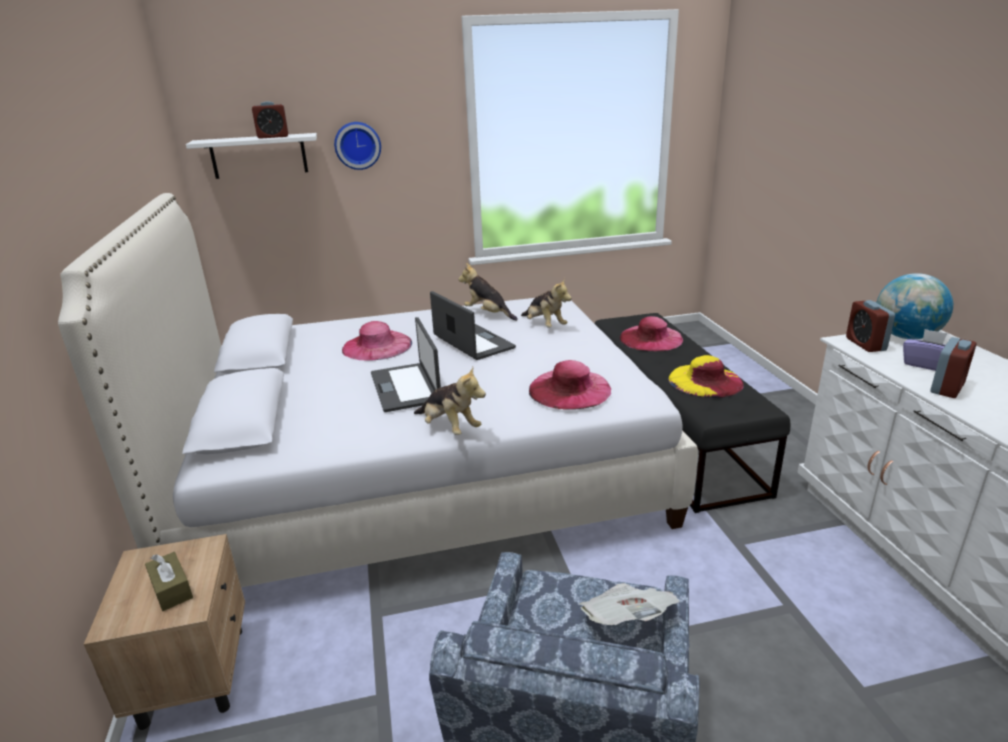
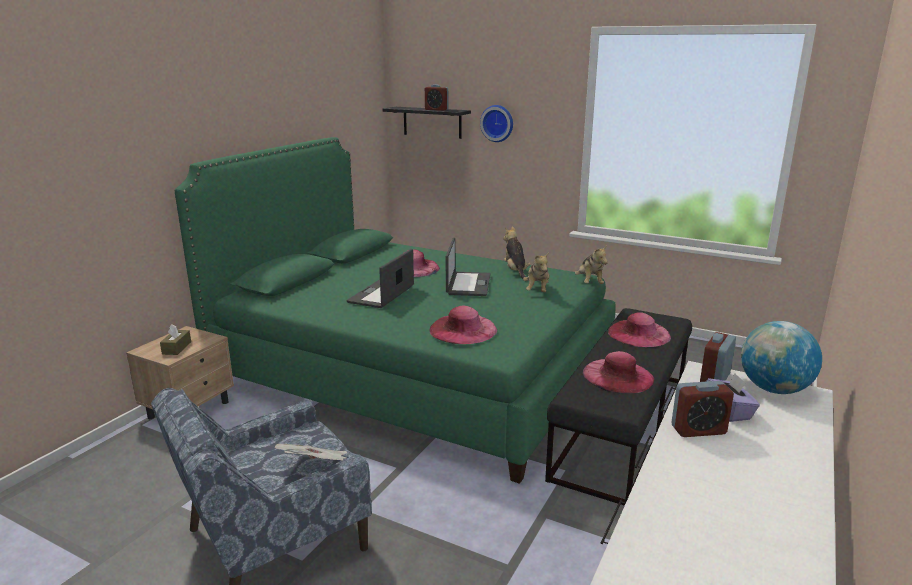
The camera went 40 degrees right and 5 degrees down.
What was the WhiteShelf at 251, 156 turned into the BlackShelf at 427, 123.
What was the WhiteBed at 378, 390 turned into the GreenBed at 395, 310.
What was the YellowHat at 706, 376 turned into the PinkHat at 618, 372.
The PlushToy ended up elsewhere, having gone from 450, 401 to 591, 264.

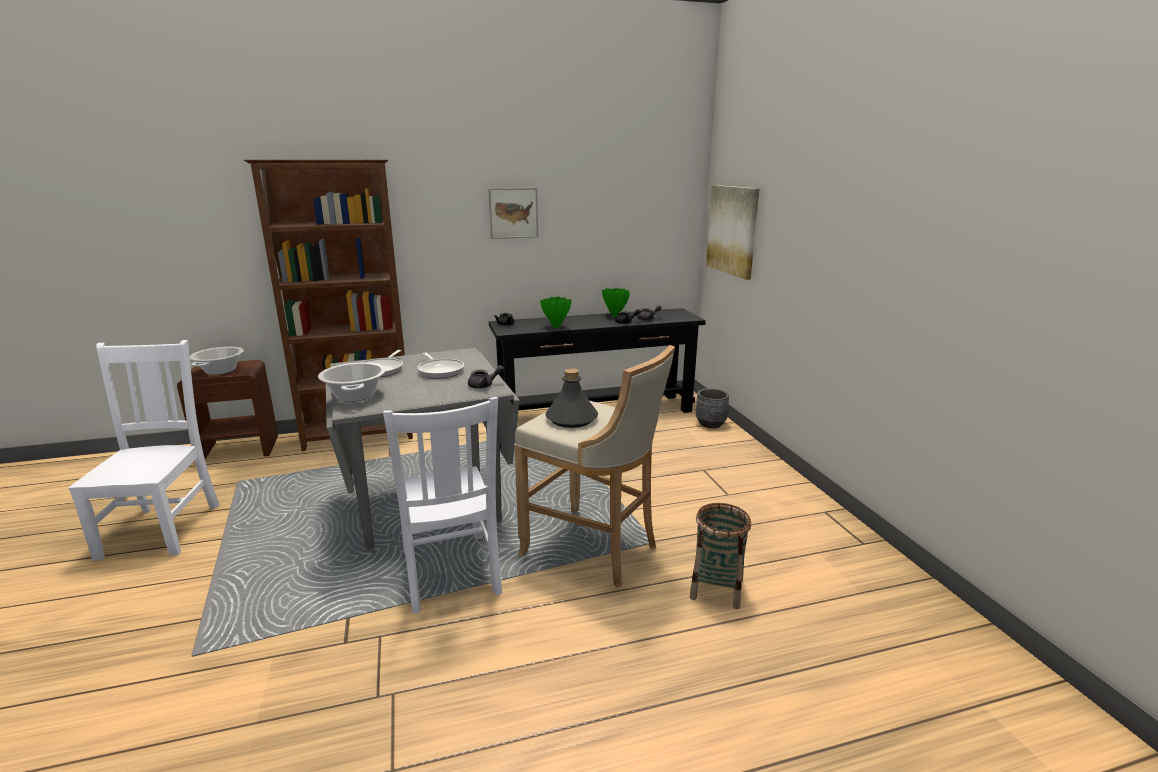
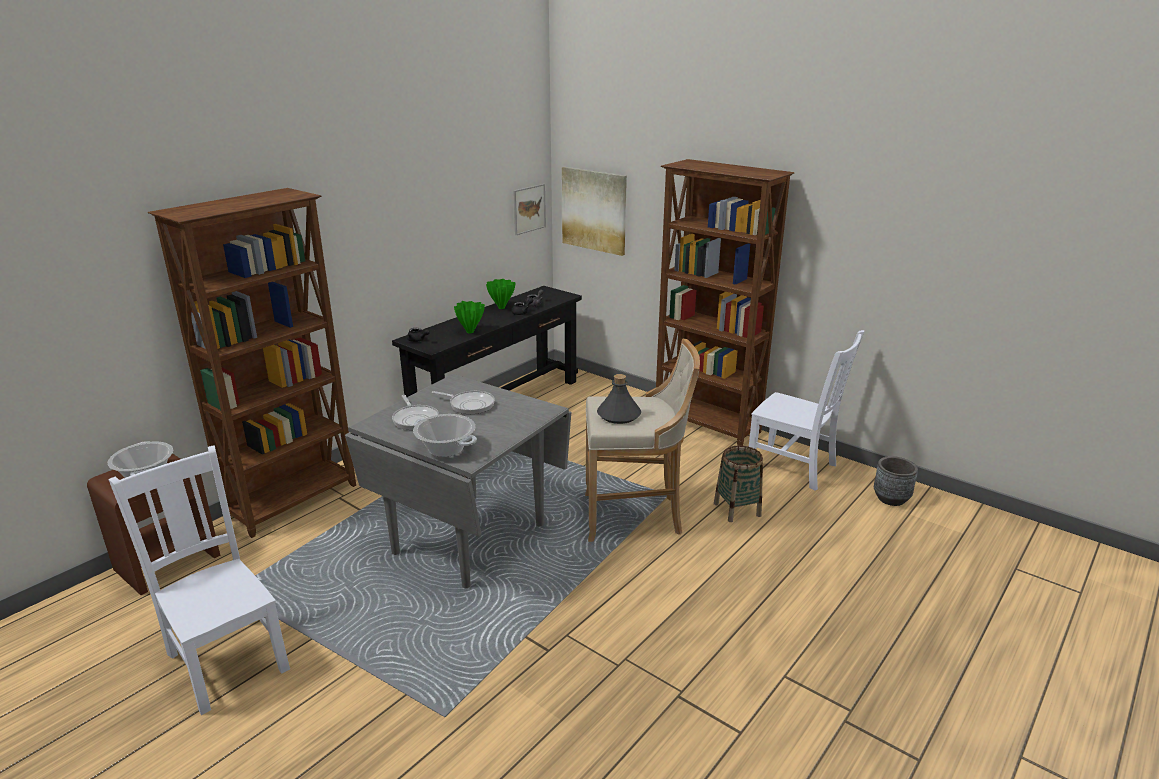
The camera went 35 degrees left and 5 degrees up.
The Picture ended up elsewhere, having gone from 513, 213 to 529, 209.
The second view lost the GreyTeapot at 486, 377.
The GreyPlanter ended up elsewhere, having gone from 712, 408 to 896, 481.
The WhiteChair ended up elsewhere, having gone from 442, 505 to 806, 410.
The second view gained the BrownBookcase at 725, 302.

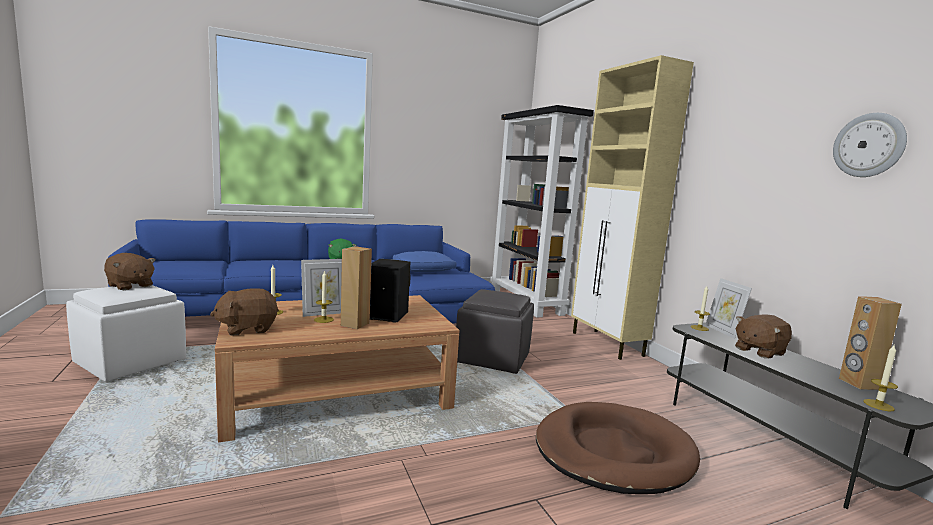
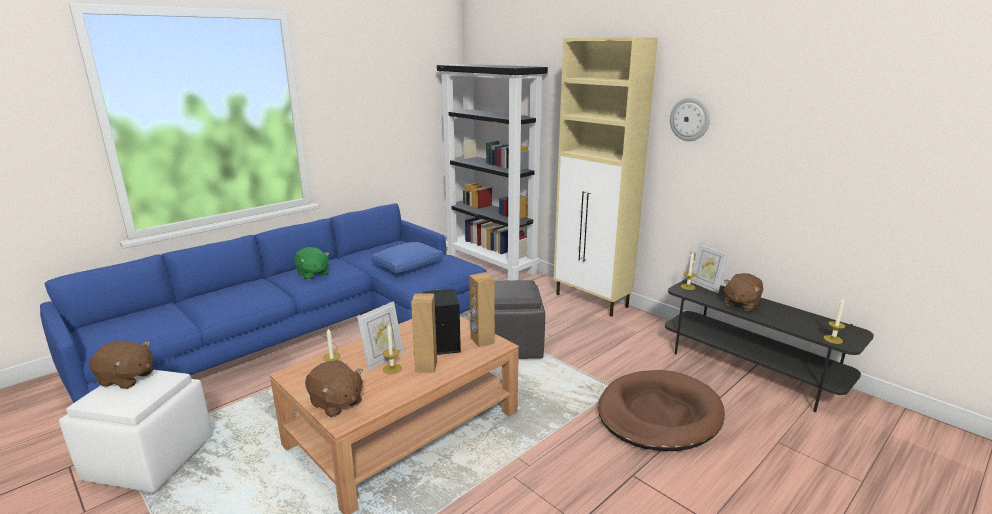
The camera went 20 degrees left and 10 degrees up.
The WallClock ended up elsewhere, having gone from 870, 145 to 690, 119.
The BrownPlushToy at 244, 312 ended up facing another way, 90 degrees counterclockwise from before.
The BrownSpeaker ended up elsewhere, having gone from 870, 343 to 482, 309.

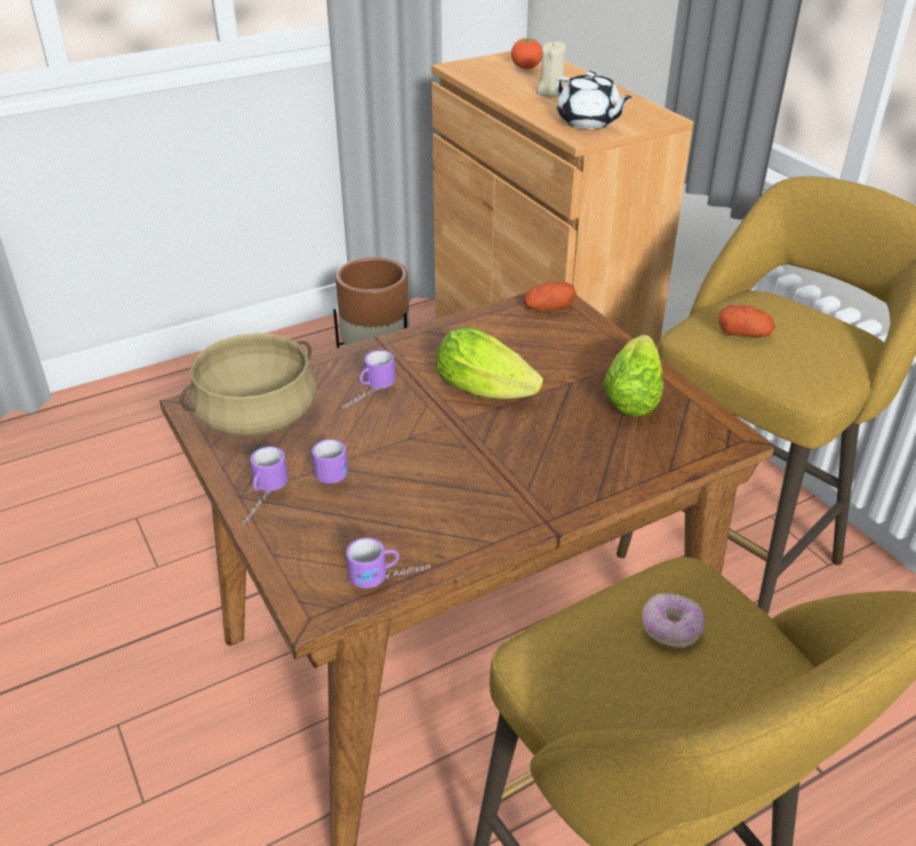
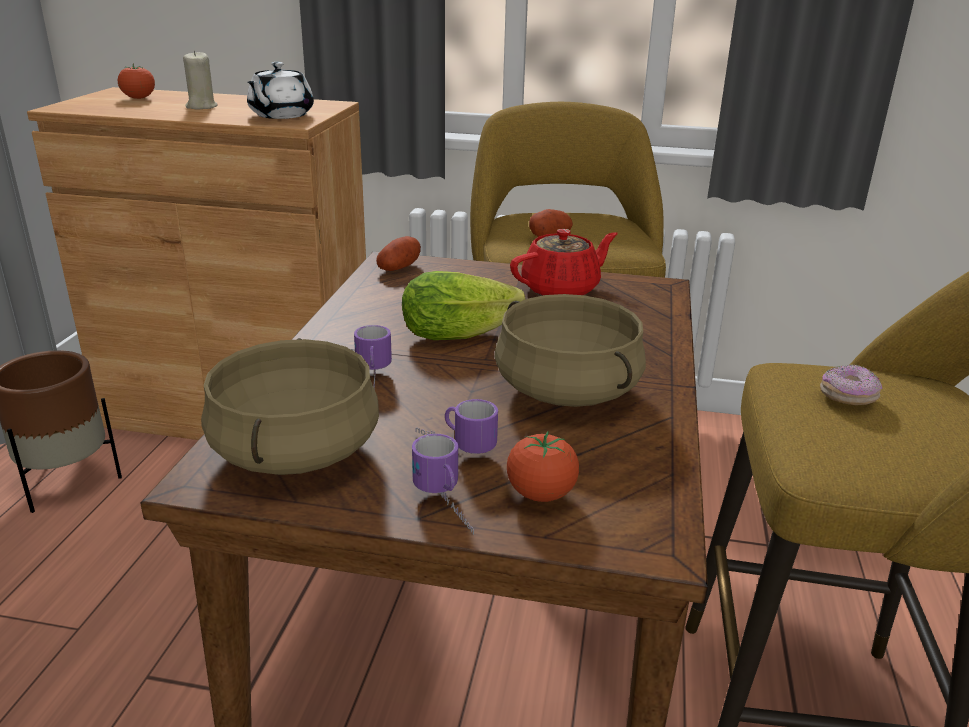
The camera went 50 degrees left and 10 degrees down.
The WhiteTeapot at 594, 100 ended up facing another way, 105 degrees clockwise from before.
Where the Lettuce stood at 633, 376, the RedTeapot came to stand at 564, 262.
The second view lost the Mug at 388, 562.
The second view gained the BeigeCookingPot at 570, 350.
The second view gained the Tomato at 543, 466.

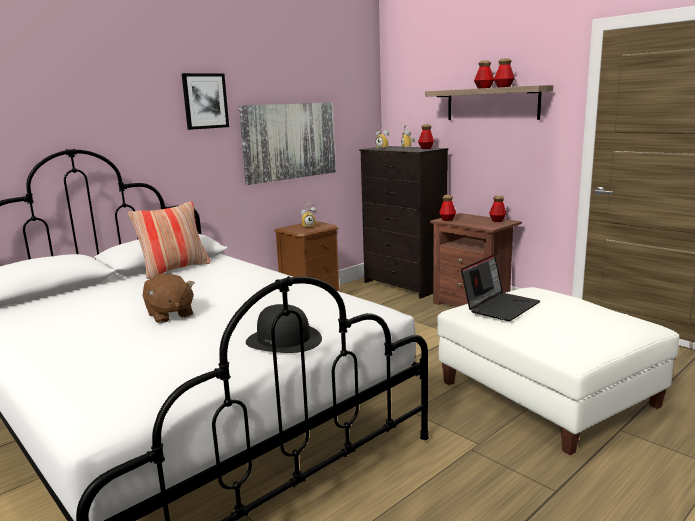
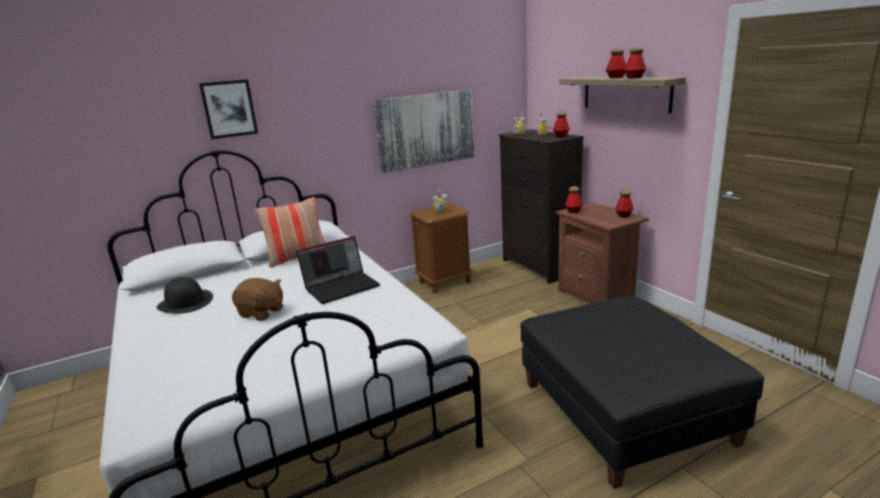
The camera went 15 degrees right and 5 degrees up.
The Picture ended up elsewhere, having gone from 205, 101 to 228, 109.
The Laptop ended up elsewhere, having gone from 500, 287 to 338, 270.
The BrownPlushToy at 168, 298 ended up facing another way, 45 degrees counterclockwise from before.
What was the WhiteOttoman at 558, 371 turned into the BlackOttoman at 642, 392.
The BlackHat ended up elsewhere, having gone from 284, 328 to 185, 295.

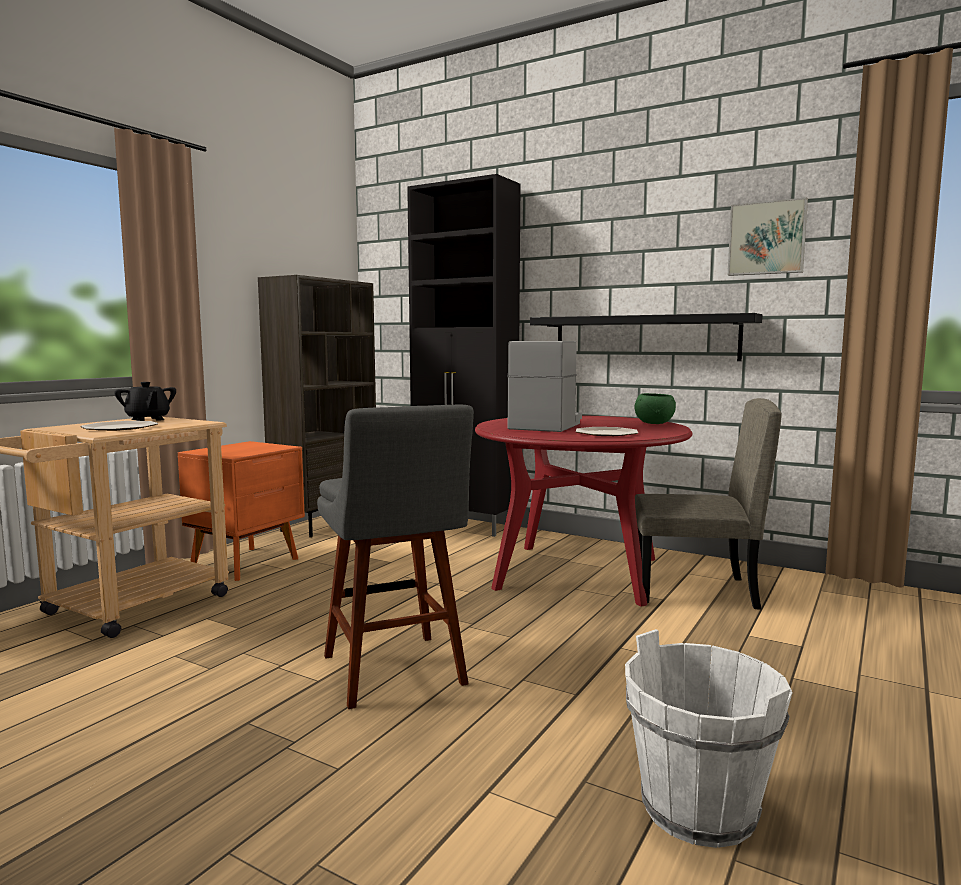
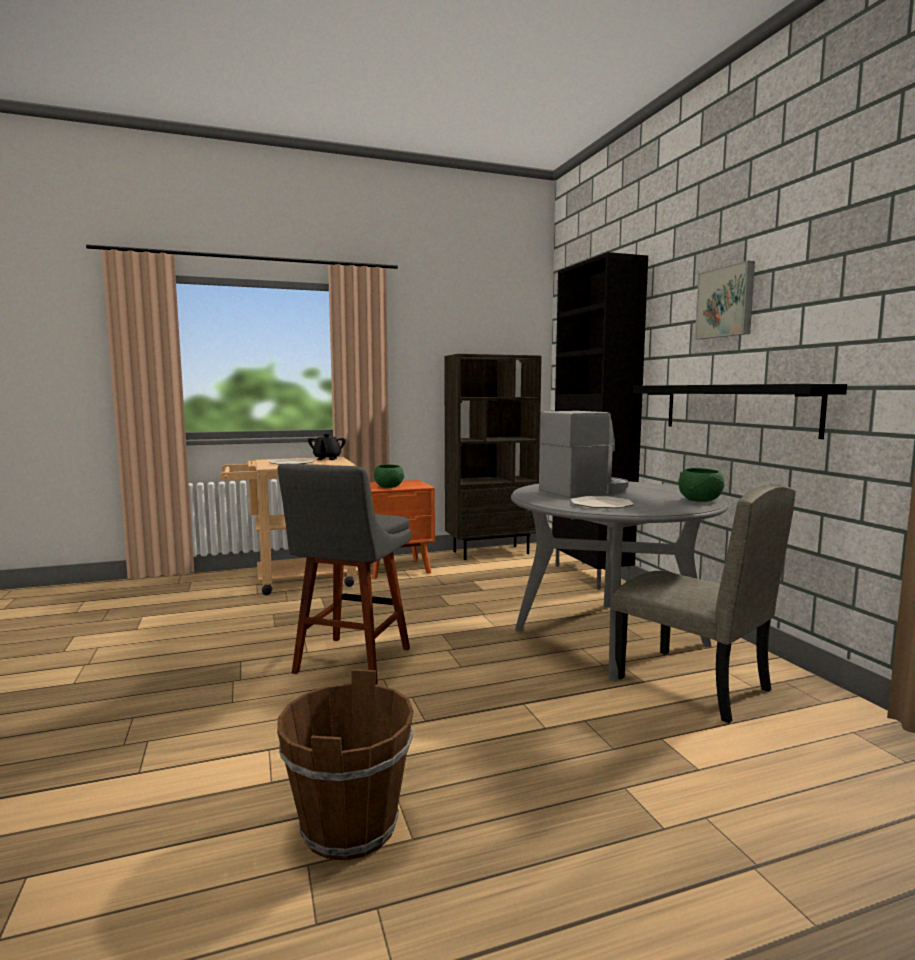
The camera went 40 degrees right and 0 degrees up.
The Picture ended up elsewhere, having gone from 768, 236 to 725, 300.
What was the RedDiningTable at 583, 510 turned into the GreyDiningTable at 619, 581.
What was the WhiteBucket at 709, 738 turned into the BrownBucket at 345, 764.
The second view gained the GreenBowl at 389, 476.

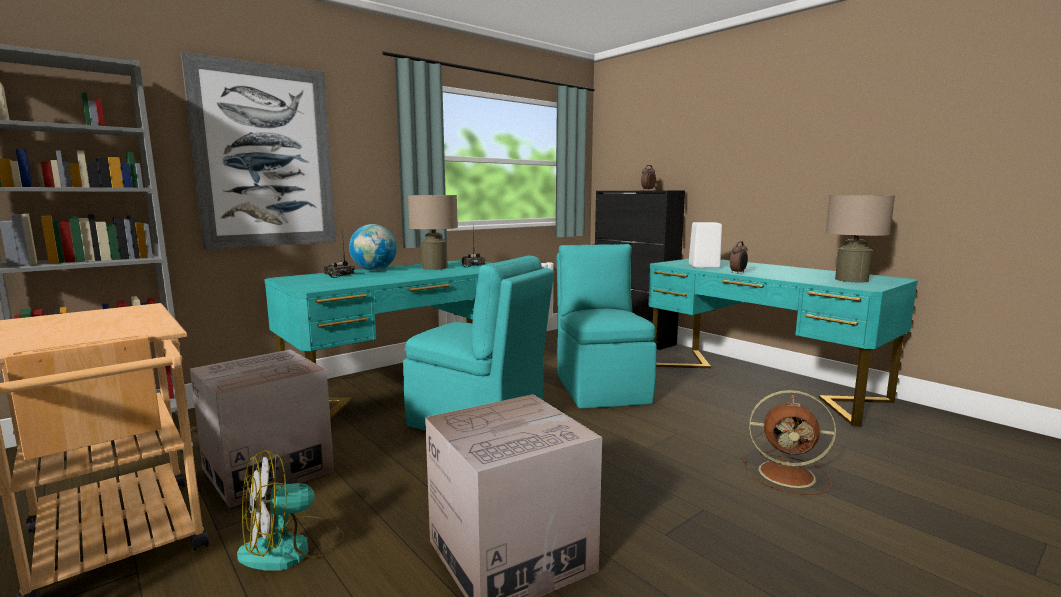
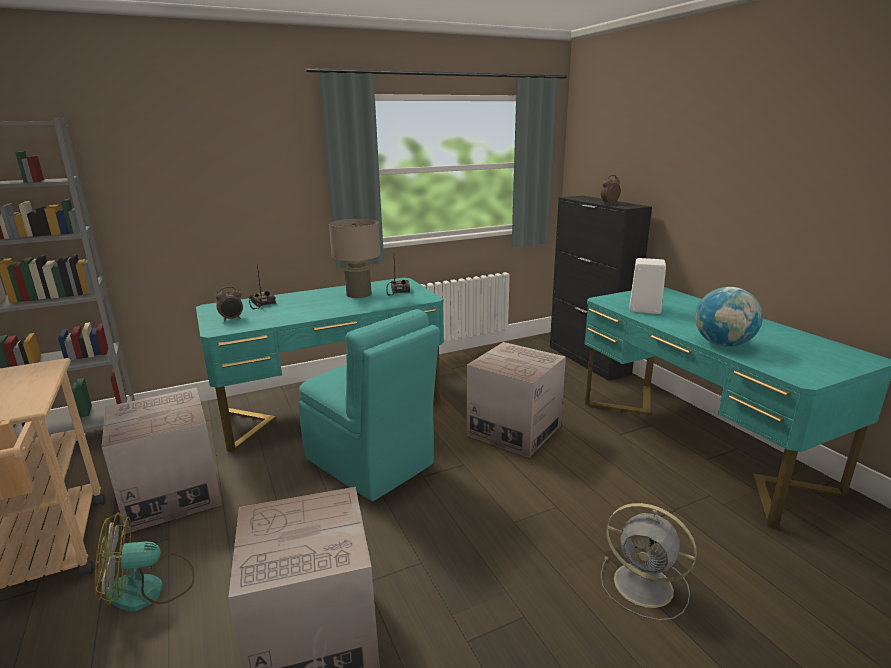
The camera went 15 degrees right and 10 degrees up.
The second view lost the Picture at 258, 150.
The second view lost the BeigeTableLamp at 860, 239.
The Globe ended up elsewhere, having gone from 373, 247 to 729, 317.
The AlarmClock ended up elsewhere, having gone from 739, 257 to 229, 303.
Where the TurquoiseChair stood at 607, 326, the CardboardBox came to stand at 516, 400.
What was the BrownFan at 789, 442 turned into the GreyFan at 649, 562.

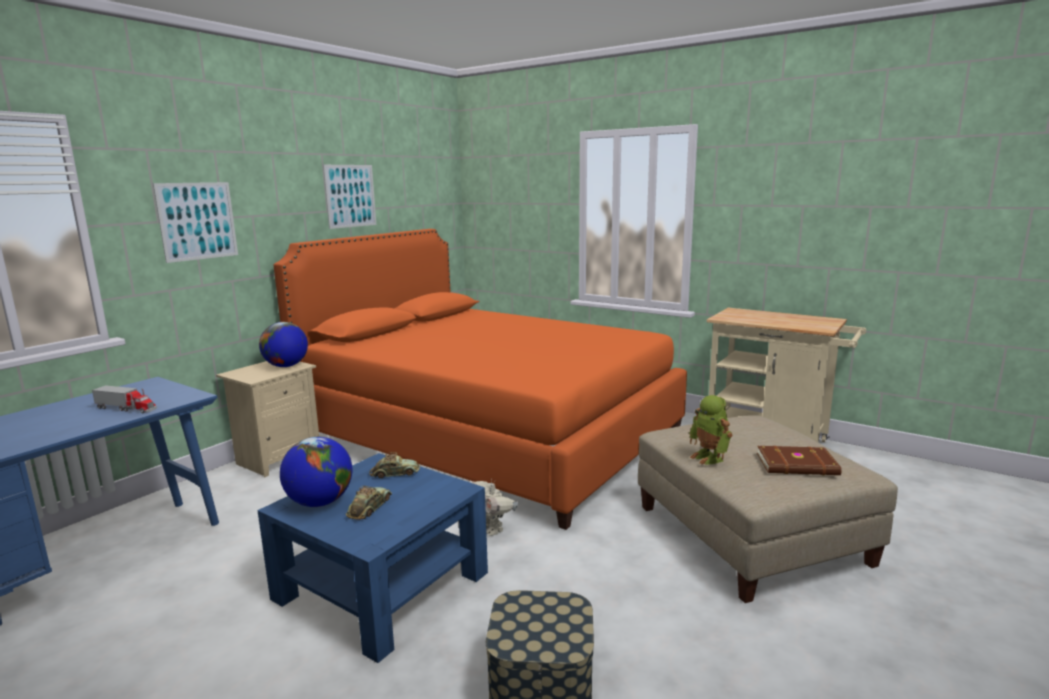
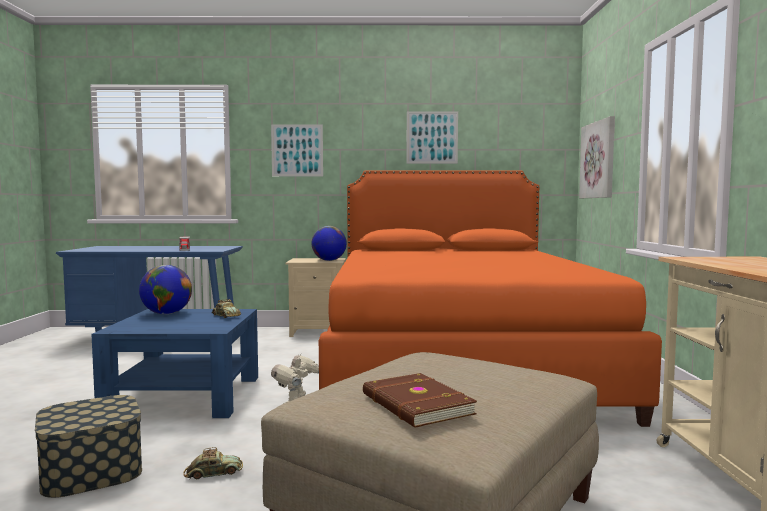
The camera went 55 degrees right and 10 degrees down.
The second view lost the ToyRobot at 710, 430.
The ToyCar ended up elsewhere, having gone from 369, 503 to 213, 463.
The second view gained the Picture at 597, 157.

